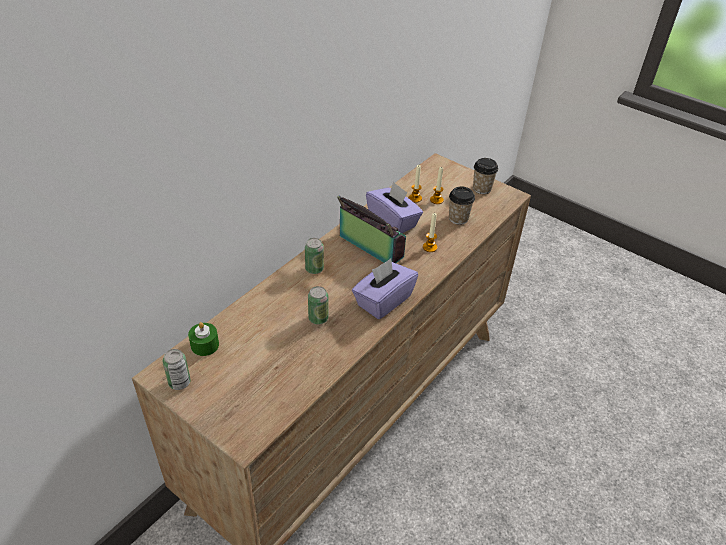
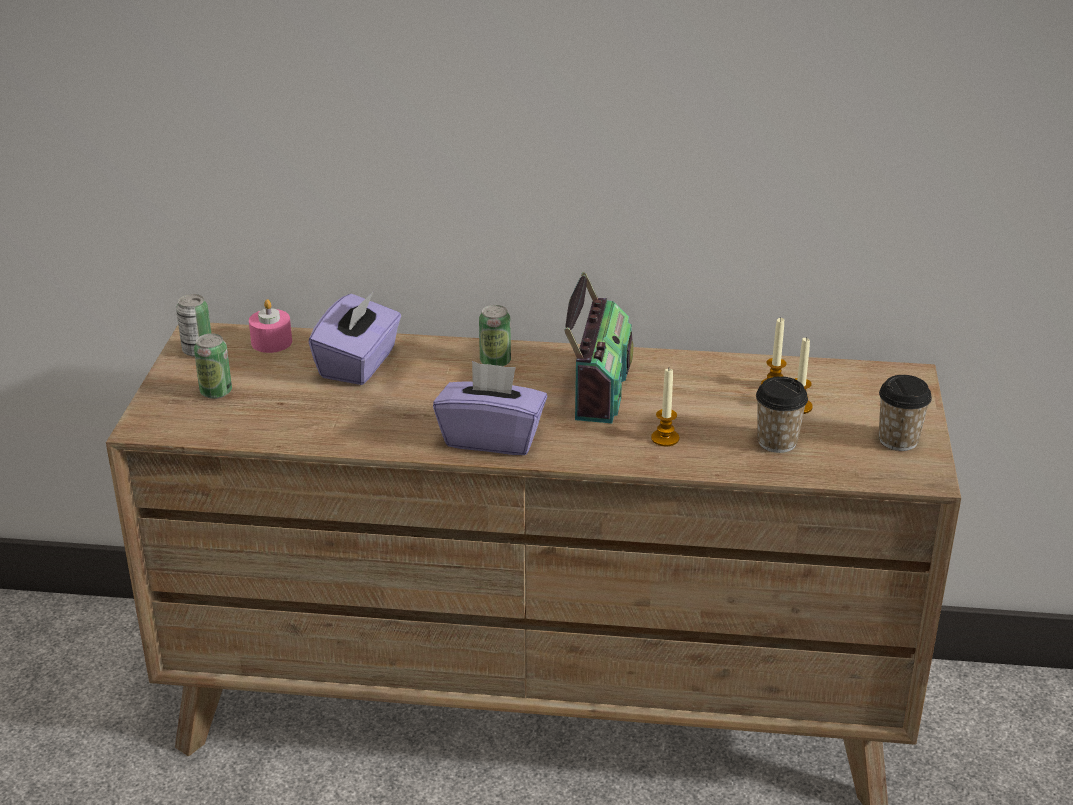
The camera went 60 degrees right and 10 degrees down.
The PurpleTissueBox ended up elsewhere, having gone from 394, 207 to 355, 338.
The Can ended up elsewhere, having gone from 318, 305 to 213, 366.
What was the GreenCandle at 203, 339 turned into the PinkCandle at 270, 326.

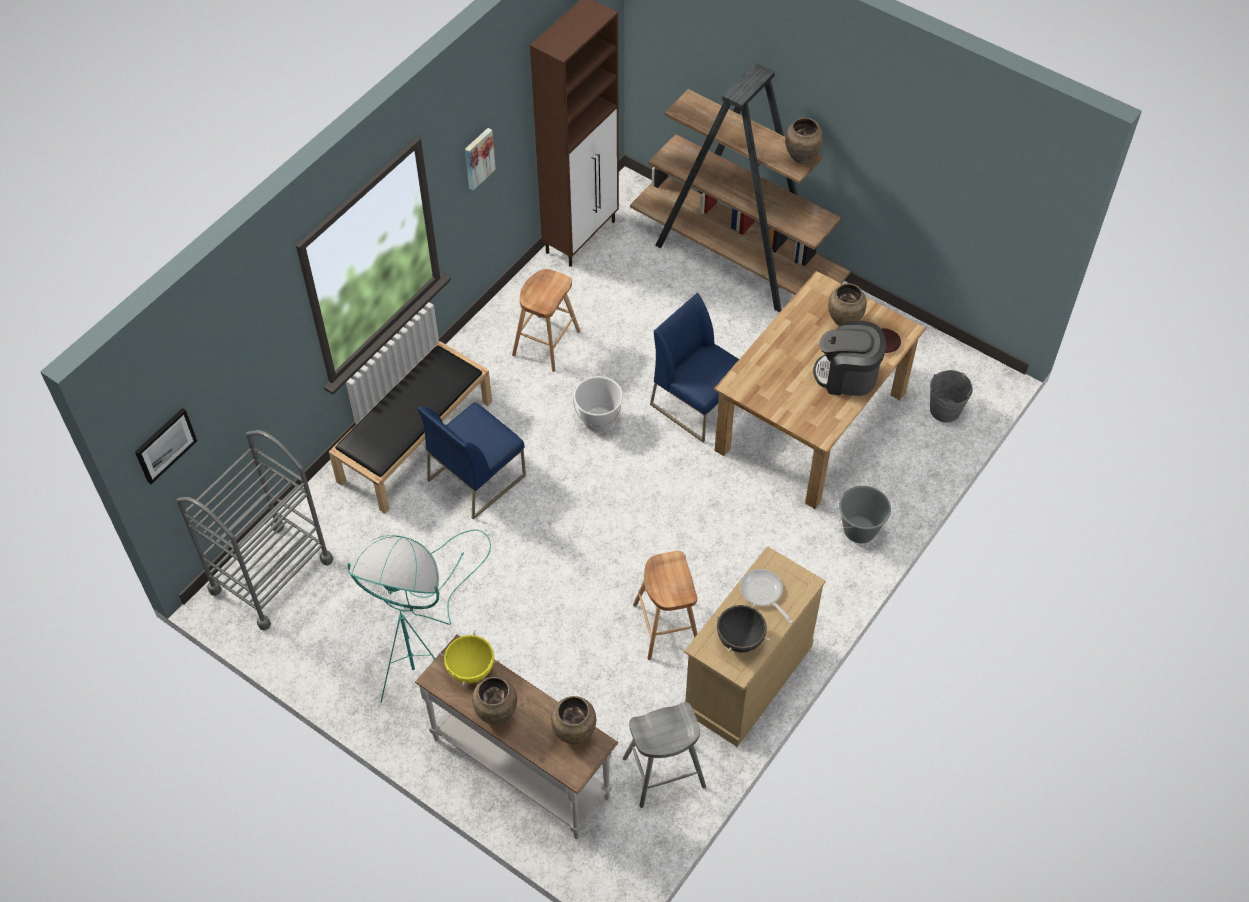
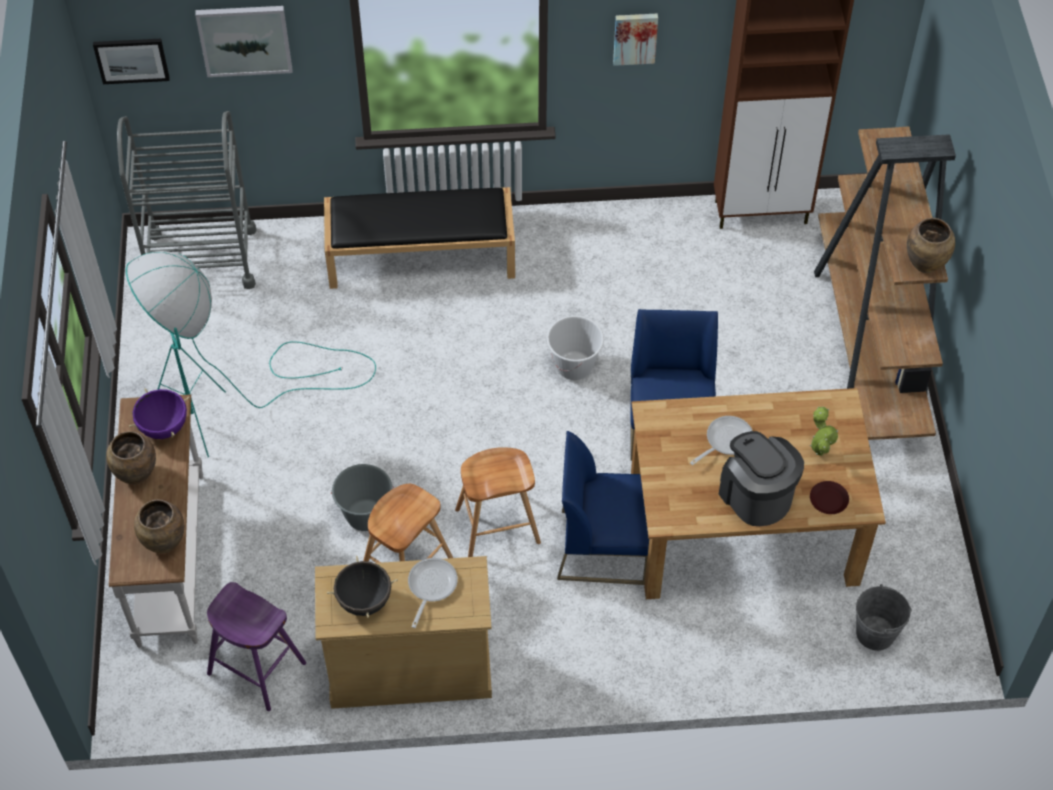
The camera went 50 degrees right and 0 degrees up.
The BrownStool ended up elsewhere, having gone from 546, 320 to 498, 502.
Where the BrownVase stood at 847, 304, the PottedPlant came to stand at 824, 431.
The BlueChair ended up elsewhere, having gone from 471, 461 to 603, 508.
The GreyBucket ended up elsewhere, having gone from 865, 514 to 362, 497.
What was the YellowCookingPot at 469, 658 turned into the PurpleCookingPot at 159, 413.
What was the GreyStool at 664, 755 turned into the PurpleStool at 256, 646.
The second view gained the Picture at 243, 41.
The second view gained the FryingPan at 721, 440.

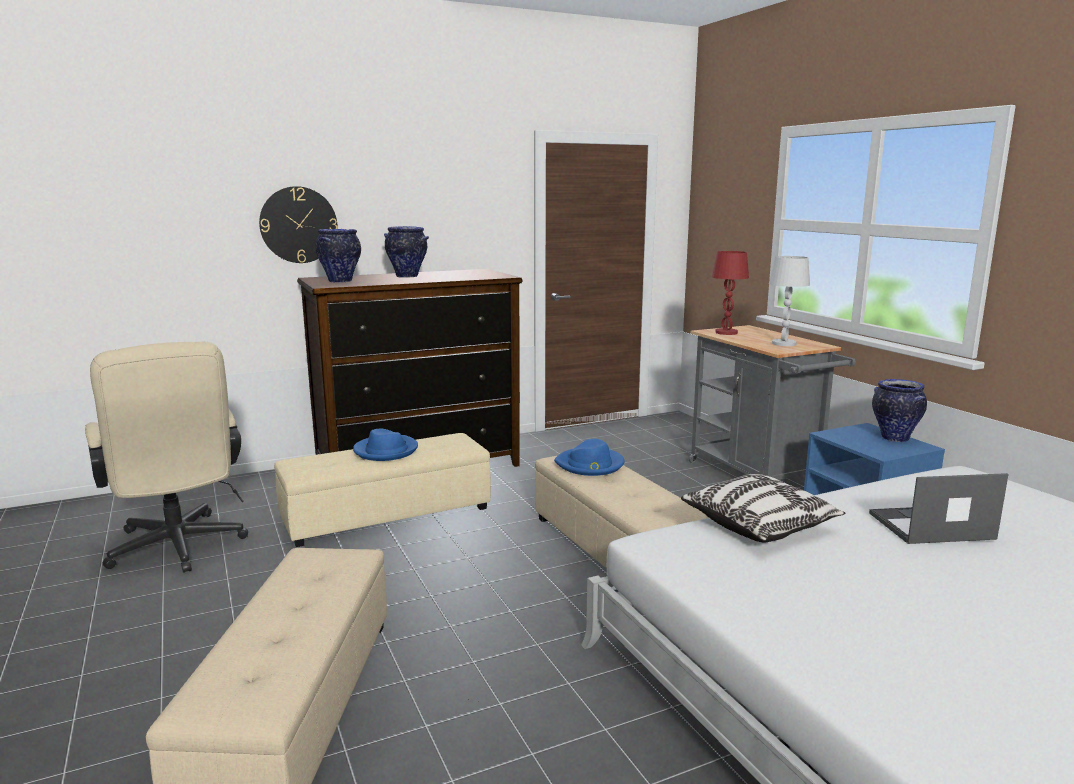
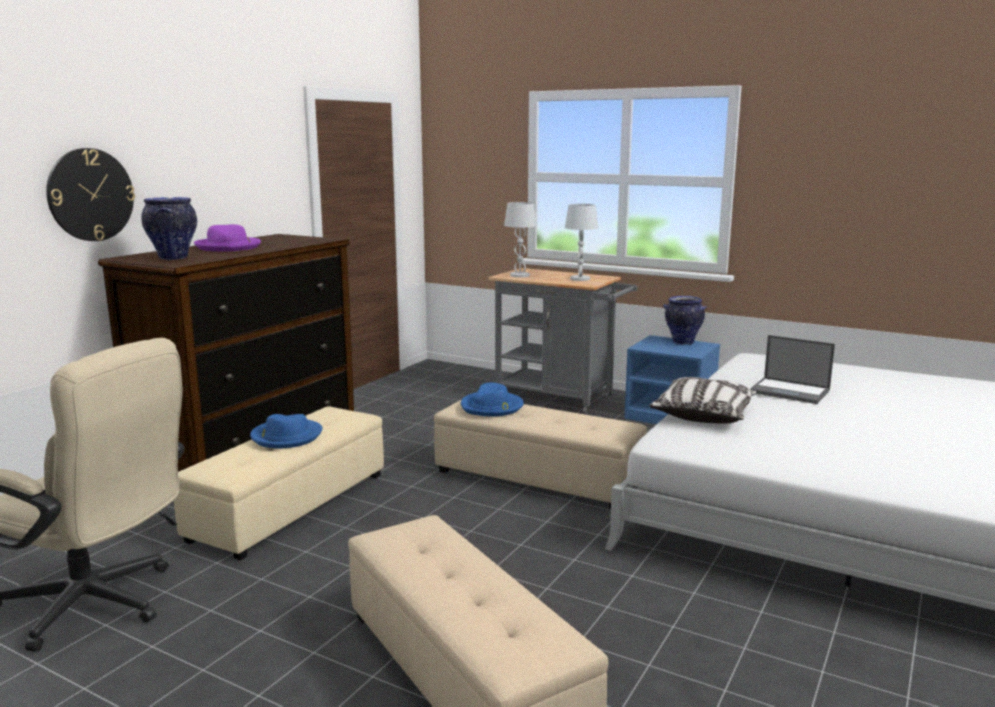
The camera went 35 degrees left and 0 degrees up.
Where the Vase stood at 406, 252, the PurpleHat came to stand at 227, 238.
What was the RedTableLamp at 730, 293 turned into the WhiteTableLamp at 520, 239.
The Laptop at 938, 508 ended up facing another way, 105 degrees counterclockwise from before.

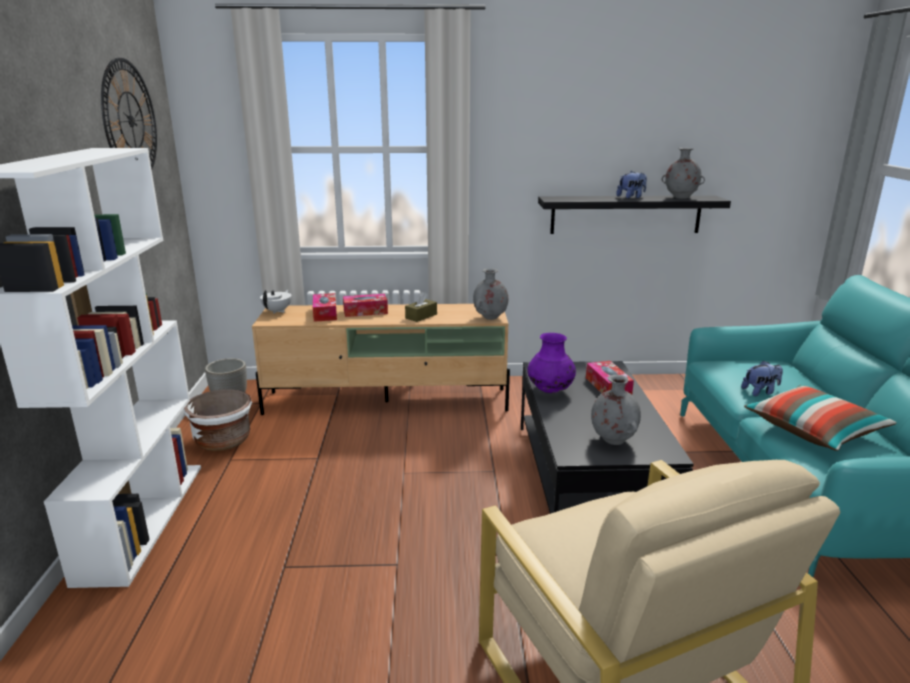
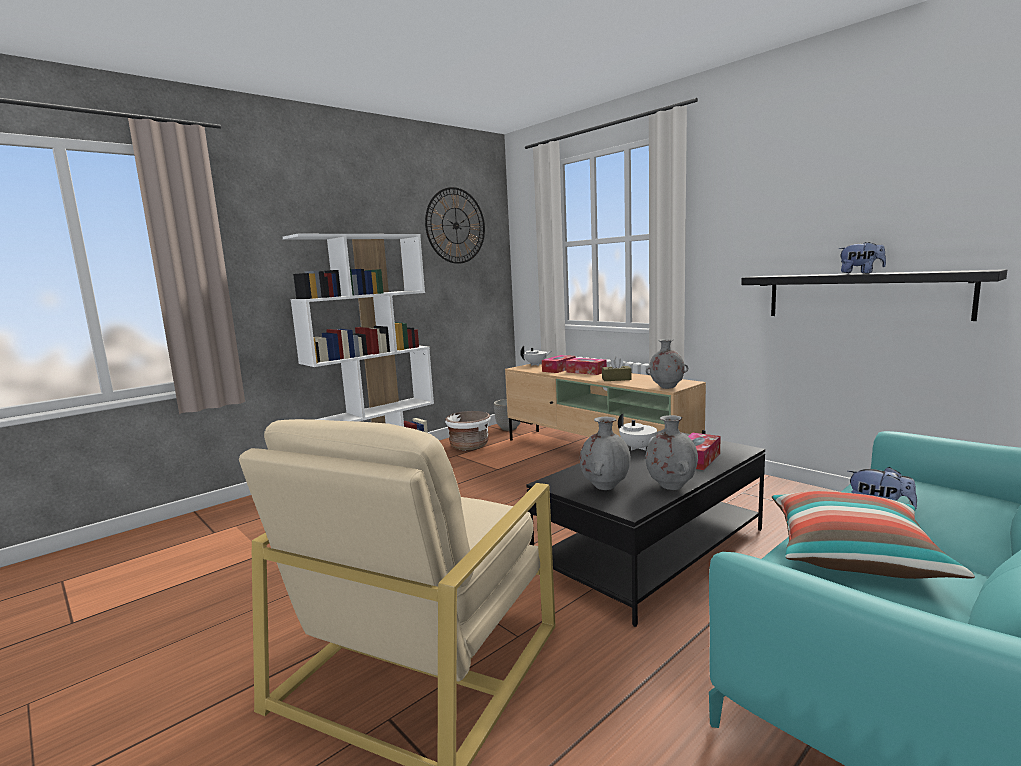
The camera went 50 degrees right and 10 degrees down.
The GreyVase ended up elsewhere, having gone from 683, 173 to 671, 452.
Where the PurpleVase stood at 551, 363, the WhiteTeapot came to stand at 637, 432.

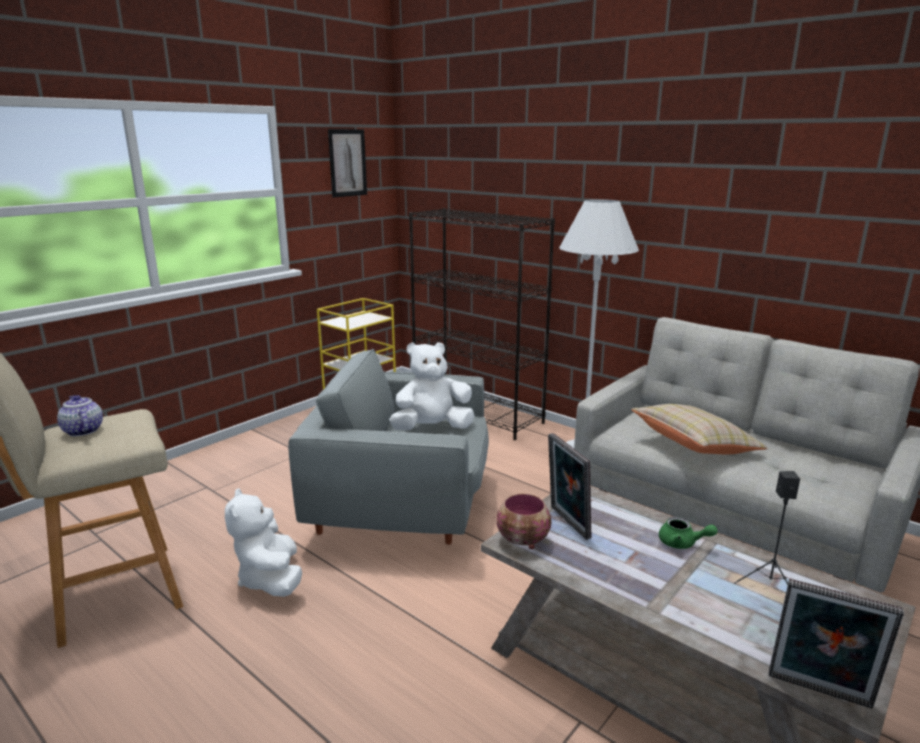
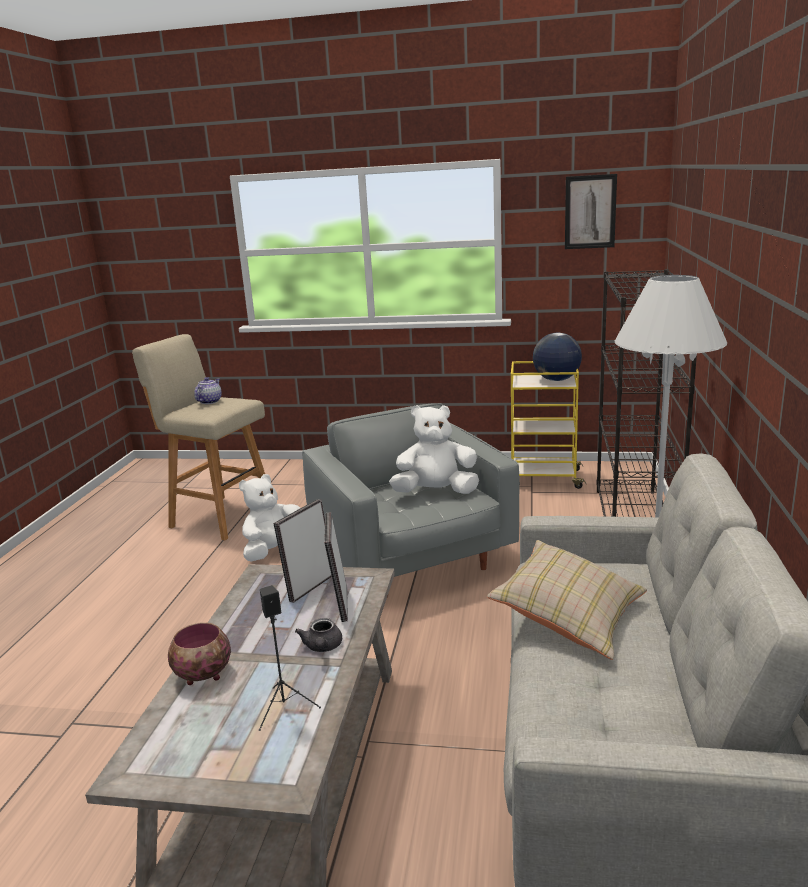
The camera went 60 degrees right and 0 degrees up.
The WhitePlushToy at 431, 386 ended up facing another way, 45 degrees counterclockwise from before.
The Bowl ended up elsewhere, having gone from 524, 521 to 199, 653.
What was the GreenTeapot at 688, 533 turned into the GreyTeapot at 318, 635.
The PictureFrame ended up elsewhere, having gone from 836, 644 to 336, 567.
The second view gained the Globe at 557, 357.

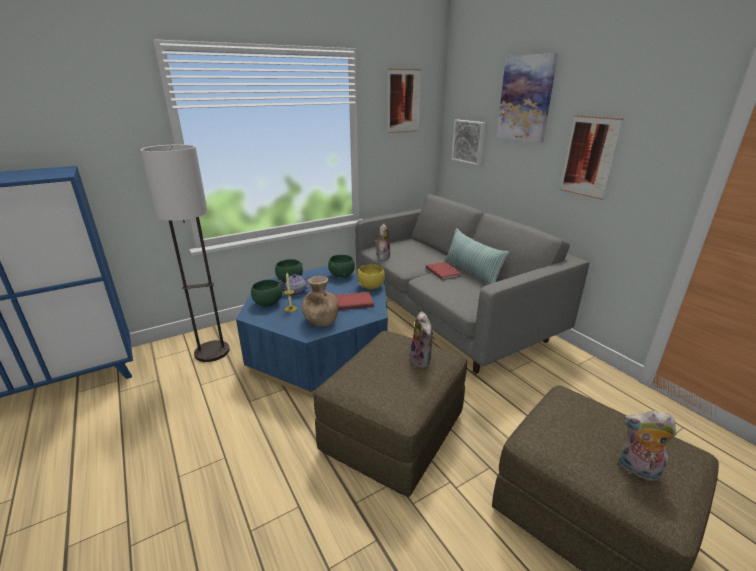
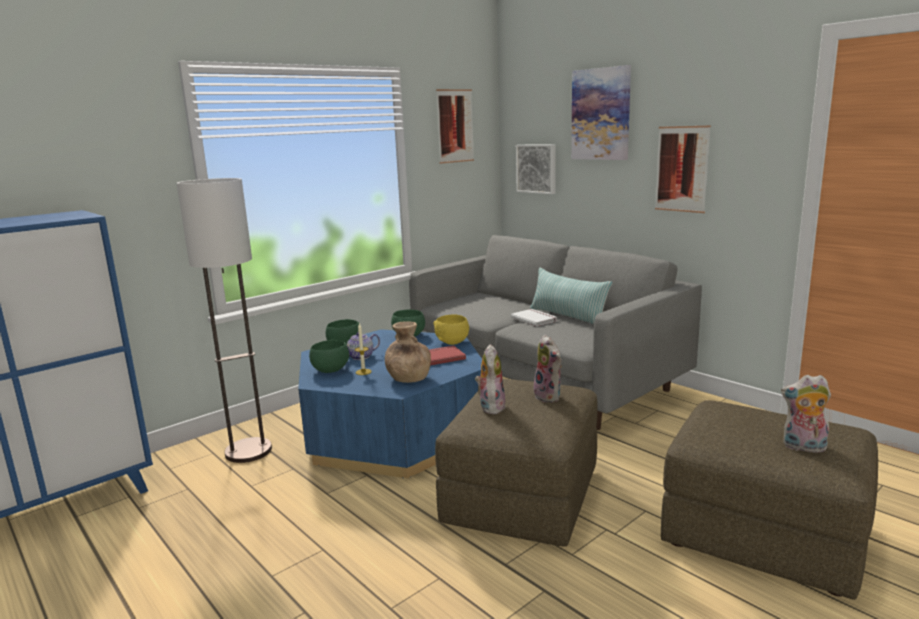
The camera went 10 degrees left and 10 degrees down.
The PlushToy ended up elsewhere, having gone from 382, 242 to 490, 379.
What was the RedBook at 444, 271 turned into the WhiteBook at 534, 318.

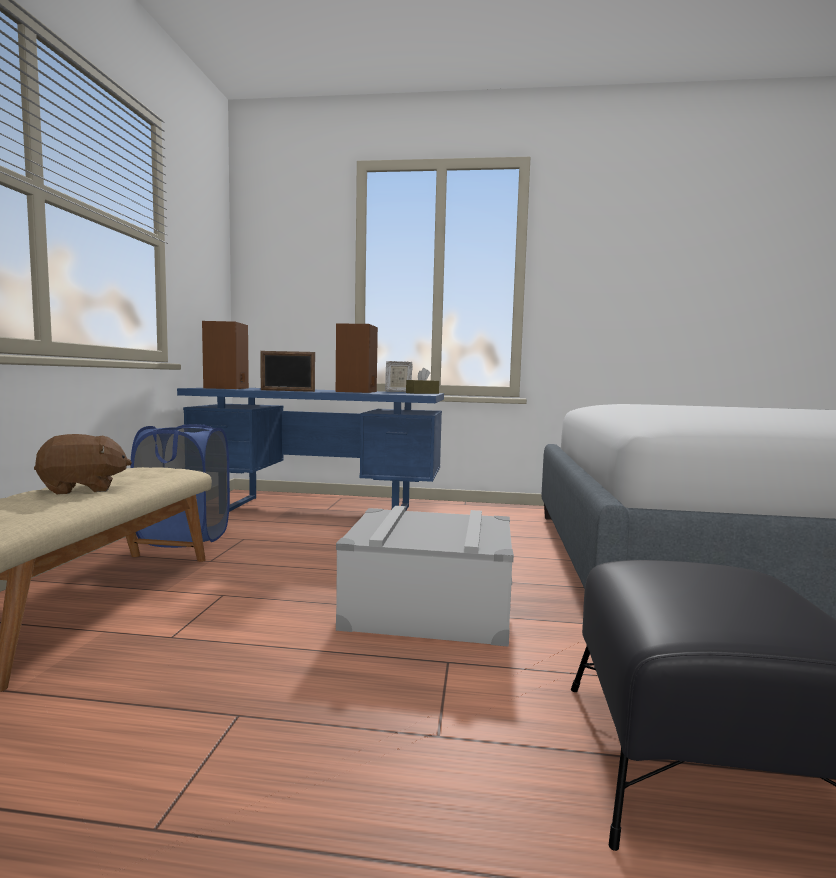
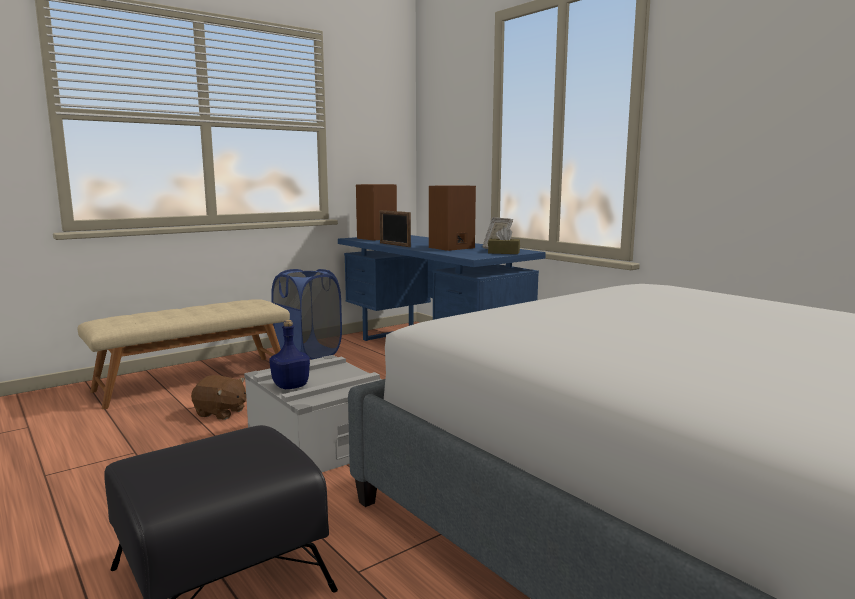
The camera went 45 degrees right and 5 degrees up.
The BrownPlushToy ended up elsewhere, having gone from 83, 464 to 218, 397.
The second view gained the BlueBottle at 290, 354.

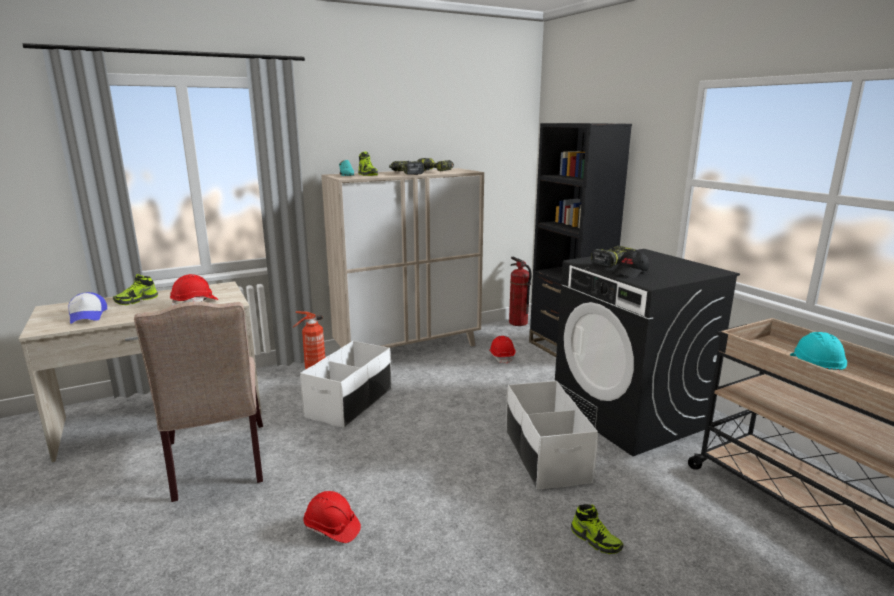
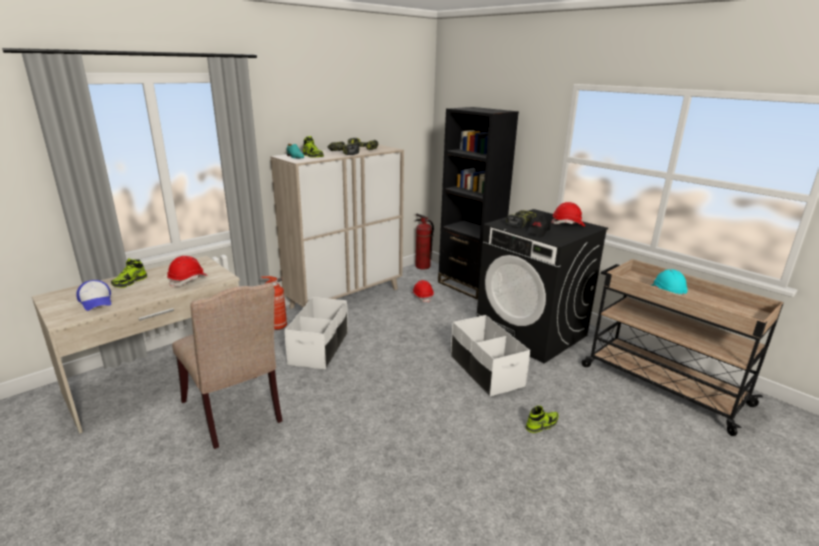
The camera went 15 degrees left and 5 degrees up.
The RedHardHat ended up elsewhere, having gone from 332, 517 to 568, 214.
The Shoe at 597, 529 ended up facing another way, 60 degrees counterclockwise from before.

